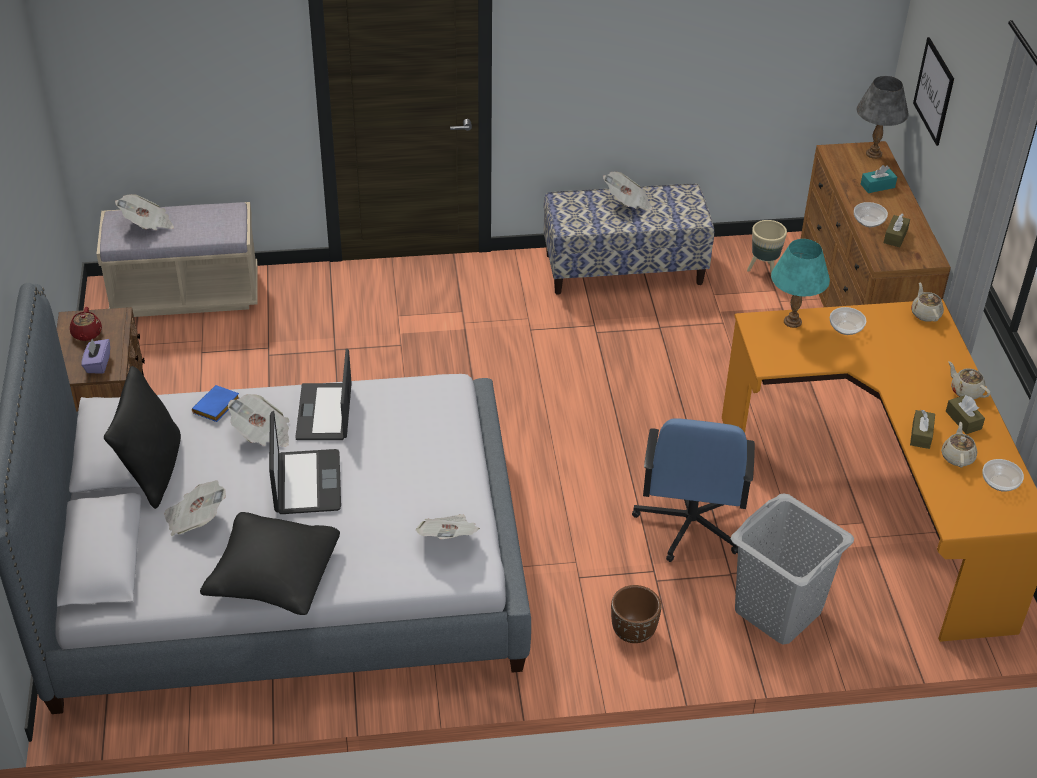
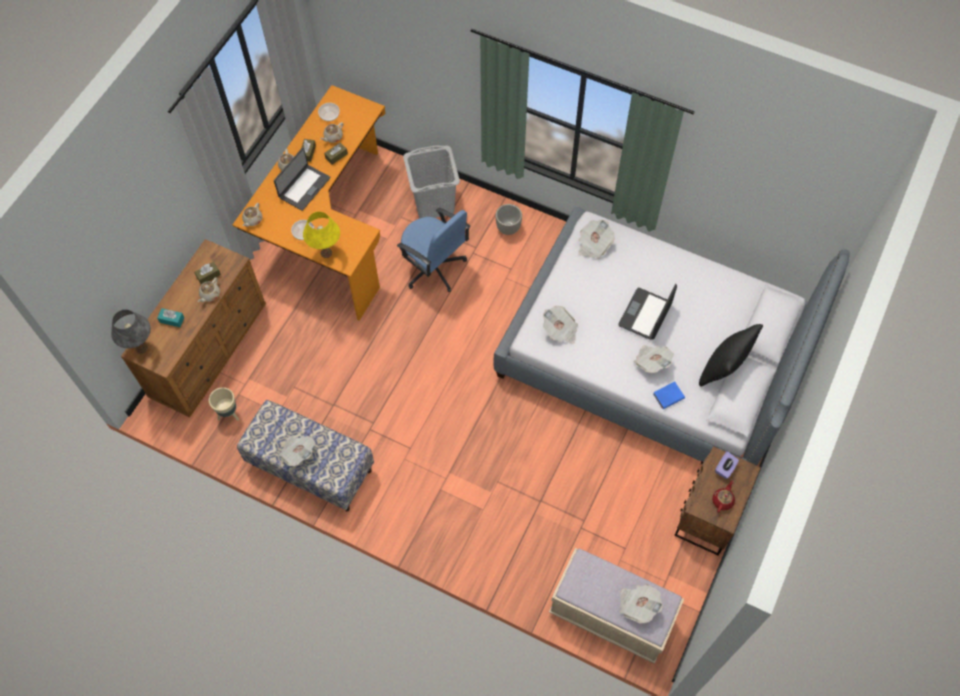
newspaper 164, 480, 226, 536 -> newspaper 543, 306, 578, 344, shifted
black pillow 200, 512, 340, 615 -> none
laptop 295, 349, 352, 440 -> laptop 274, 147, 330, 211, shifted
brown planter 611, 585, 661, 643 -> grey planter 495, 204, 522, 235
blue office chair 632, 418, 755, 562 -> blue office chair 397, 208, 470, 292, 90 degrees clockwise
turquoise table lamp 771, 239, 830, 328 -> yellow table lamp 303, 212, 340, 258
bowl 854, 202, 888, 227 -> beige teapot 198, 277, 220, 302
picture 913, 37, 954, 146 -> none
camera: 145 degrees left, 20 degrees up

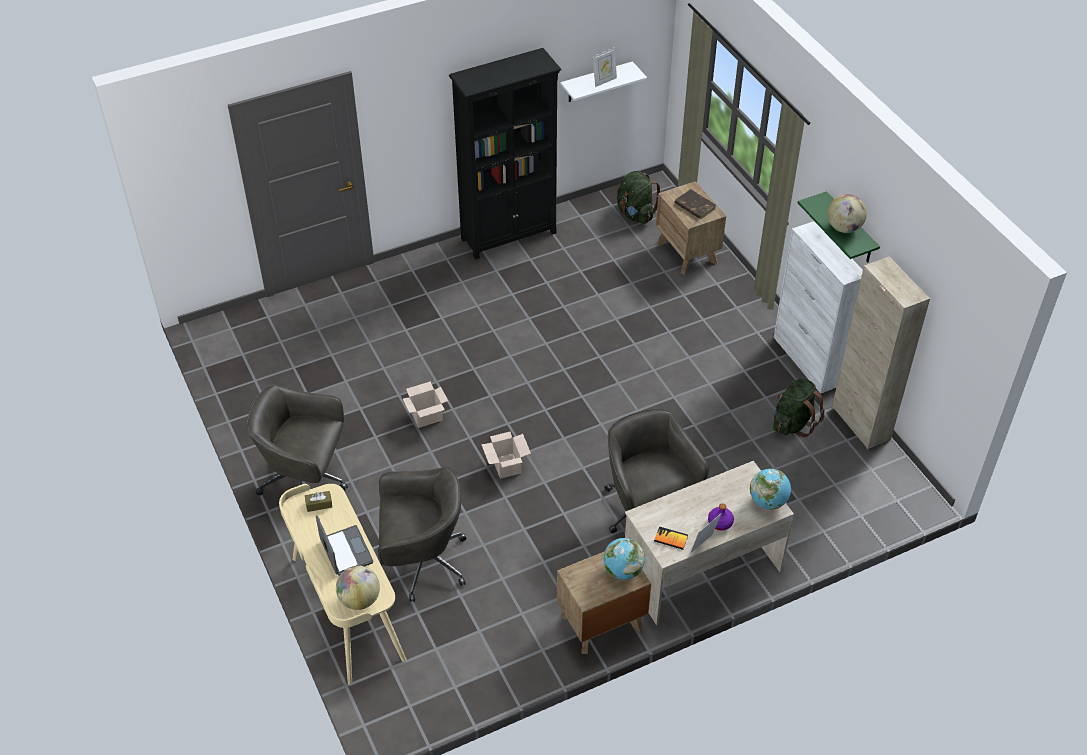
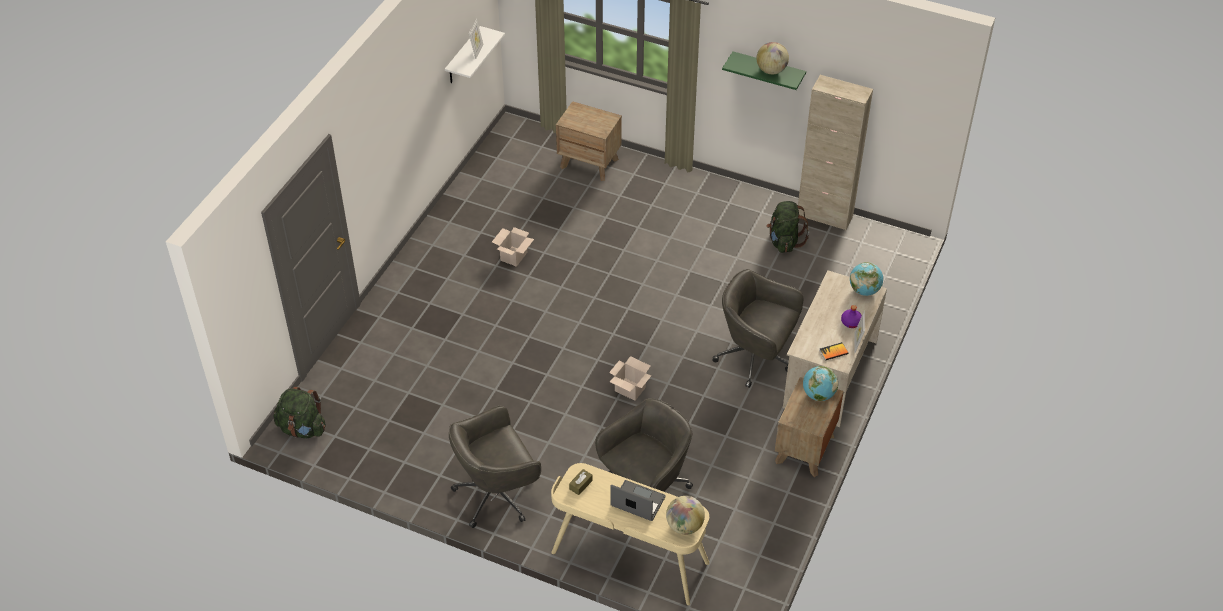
cardboard box 403, 381, 448, 428 -> cardboard box 492, 227, 534, 267, shifted
black bookcase 449, 48, 561, 260 -> none
green backpack 617, 171, 661, 224 -> green backpack 273, 387, 326, 438, shifted
brown book 674, 189, 716, 219 -> none
white cabinet 773, 221, 863, 394 -> none
camera: 40 degrees left, 0 degrees up

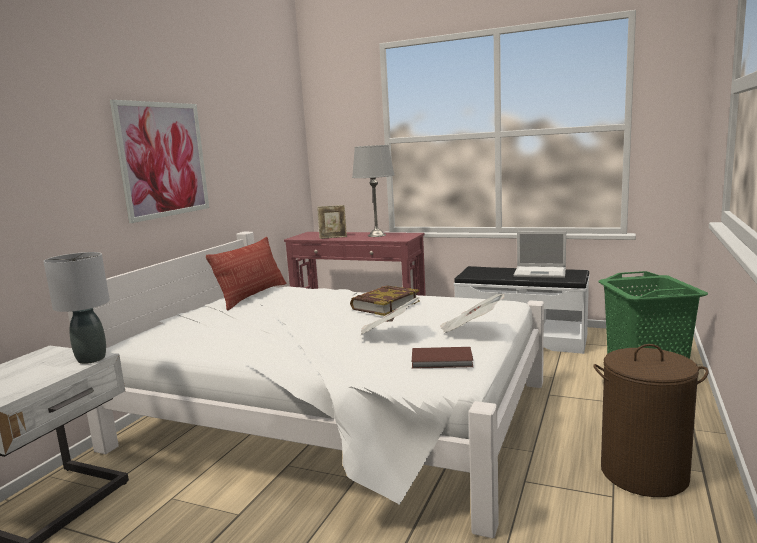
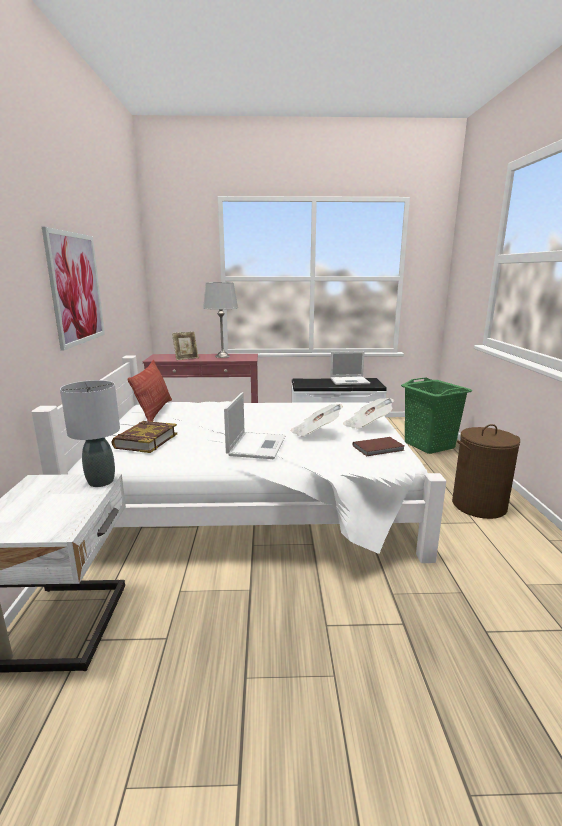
book 350, 285, 420, 316 -> book 111, 421, 177, 453, shifted
none -> laptop 224, 392, 285, 459
camera: 25 degrees left, 5 degrees up

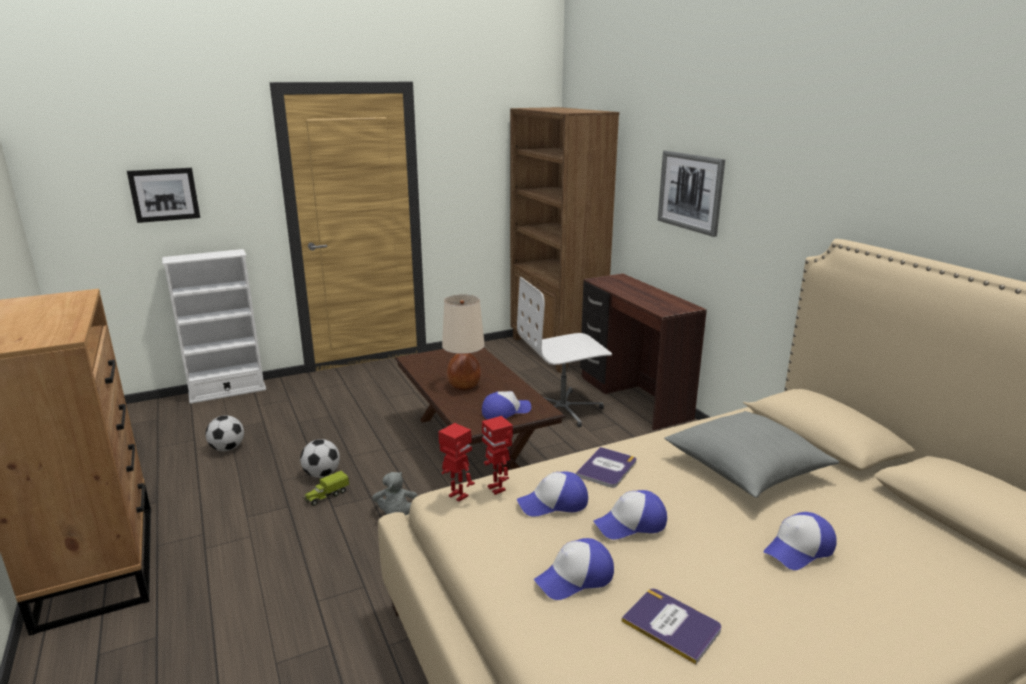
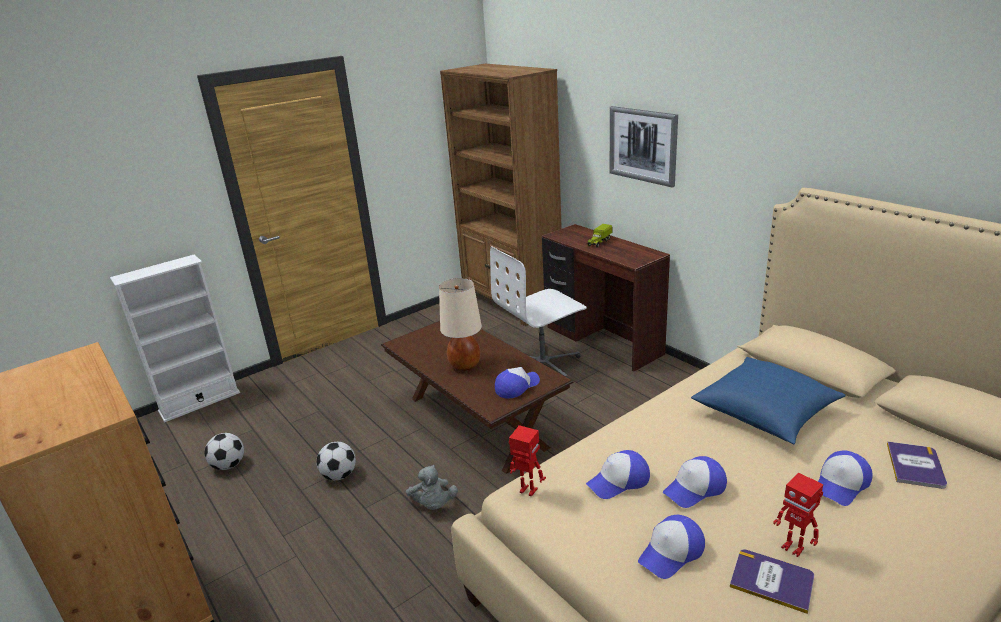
picture 127, 168, 200, 223 -> none
toy truck 302, 471, 349, 506 -> toy truck 587, 224, 612, 248, shifted
toy robot 482, 416, 513, 495 -> toy robot 773, 473, 823, 557, shifted
book 576, 447, 636, 488 -> book 887, 442, 947, 489, shifted
grey pillow 664, 411, 839, 498 -> blue pillow 691, 357, 846, 444
camera: 10 degrees left, 5 degrees up

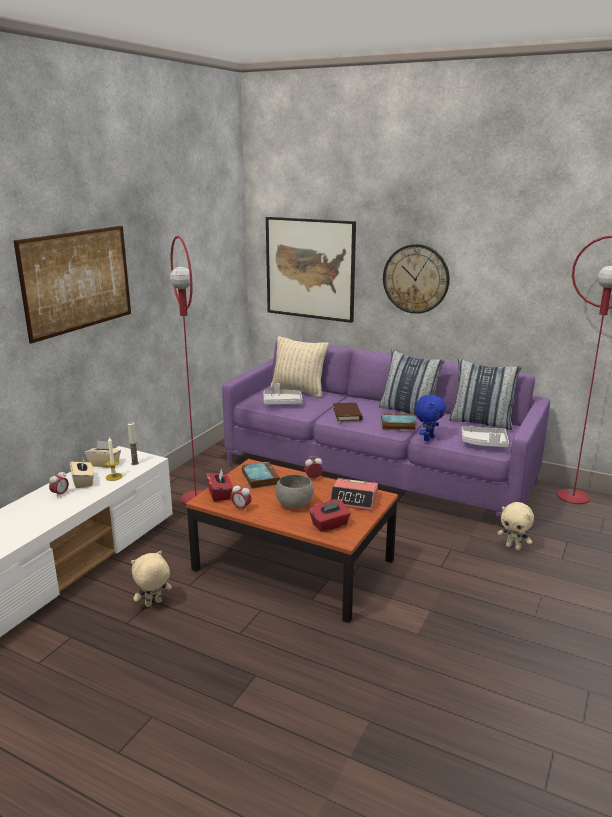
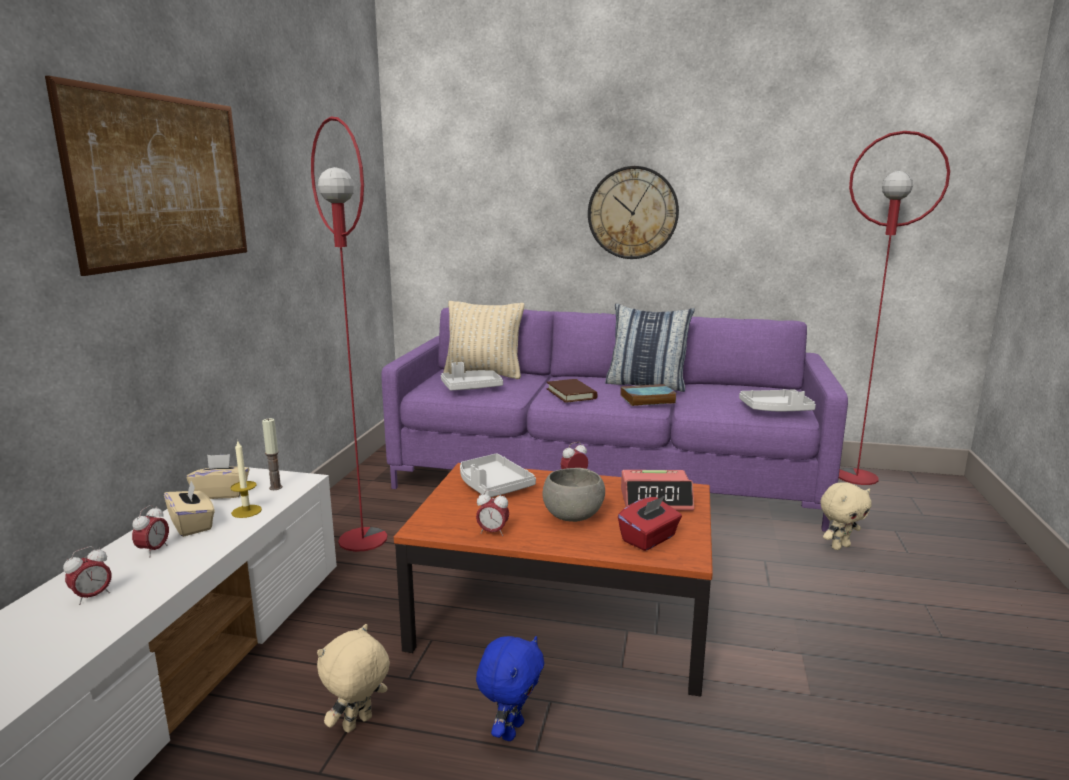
red tissue box 206, 468, 232, 501 -> none
book 242, 461, 280, 489 -> grey tray 460, 453, 536, 497
picture 266, 217, 356, 323 -> none
blue plush toy 415, 394, 446, 441 -> blue plush toy 476, 636, 544, 741, shifted
pillow 449, 358, 522, 430 -> none
beige plush toy 497, 502, 534, 550 -> beige plush toy 820, 483, 871, 550, 45 degrees counterclockwise
none -> alarm clock 63, 546, 112, 605
camera: 15 degrees left, 5 degrees down

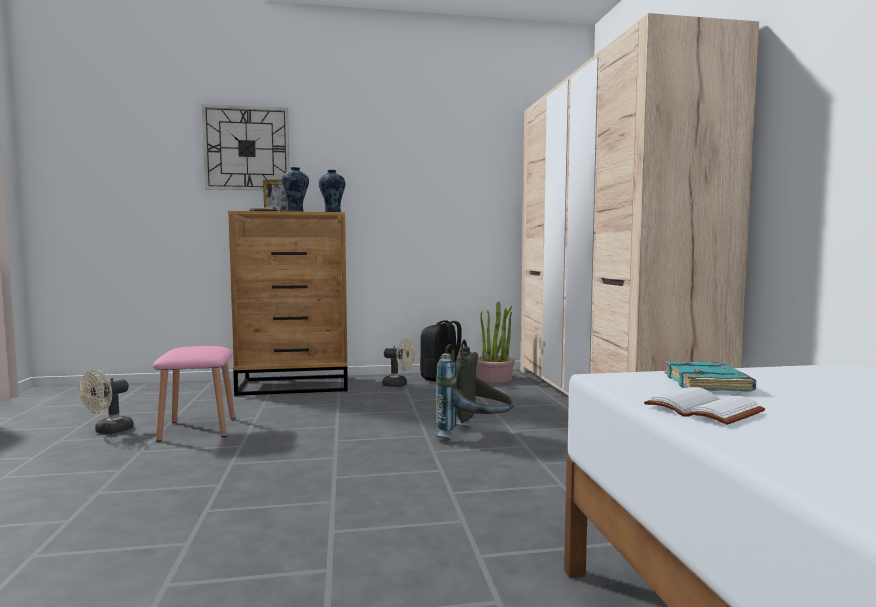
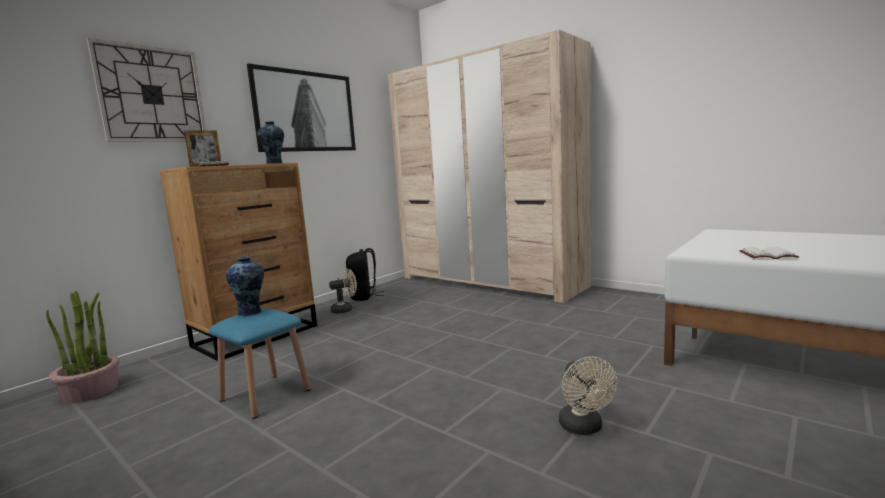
beige fan 80, 370, 134, 434 -> beige fan 559, 357, 617, 435, shifted
pink stool 153, 346, 235, 442 -> blue stool 209, 308, 311, 419
vase 281, 167, 309, 212 -> vase 226, 256, 264, 316, shifted
grey backpack 435, 340, 514, 440 -> none
potted plant 476, 302, 515, 383 -> potted plant 46, 291, 119, 403, shifted
turquoise book 665, 361, 756, 392 -> none
none -> picture 247, 63, 356, 152
camera: 40 degrees left, 5 degrees up

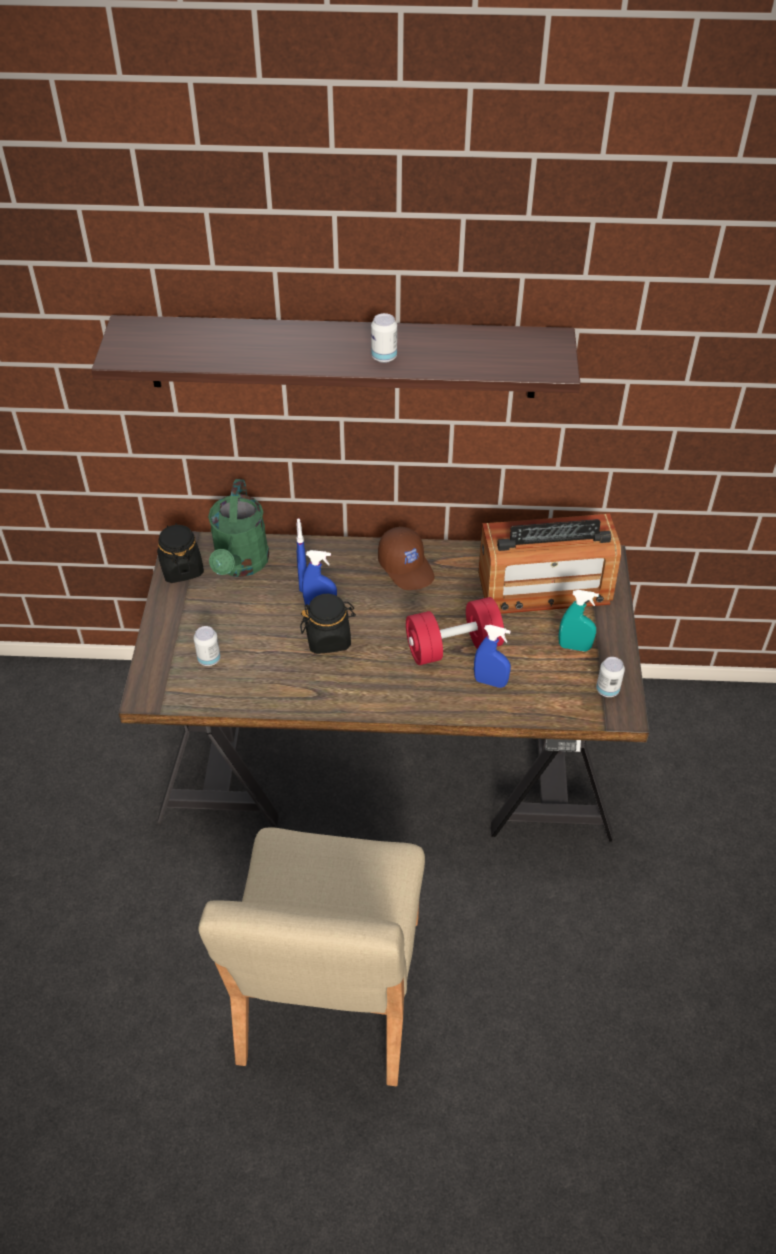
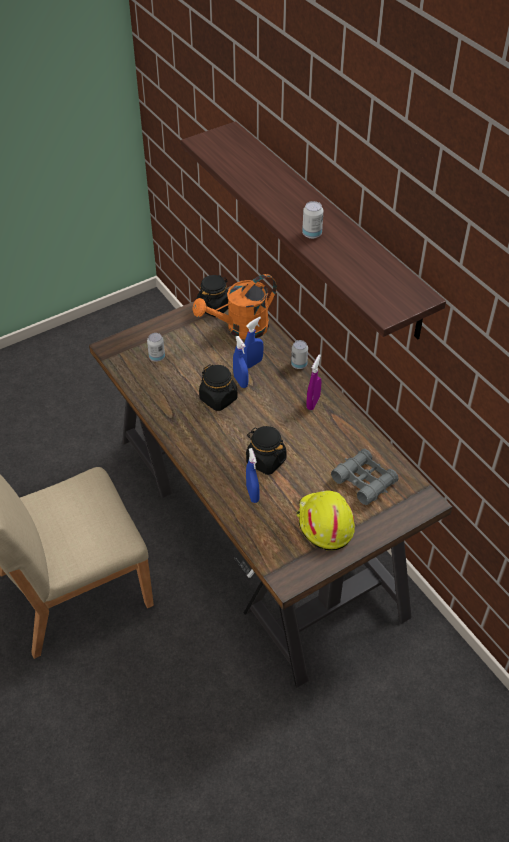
green watering can 208, 479, 269, 577 -> orange watering can 192, 274, 277, 339
brown cap 378, 527, 435, 590 -> purple spray bottle 306, 354, 321, 410
red dumbbell 406, 597, 504, 665 -> black jar 246, 426, 287, 475
radio 478, 514, 621, 614 -> grey binoculars 331, 449, 399, 505
turquoise spray bottle 558, 590, 599, 652 -> yellow hard hat 296, 491, 355, 550
can 596, 657, 625, 697 -> can 291, 340, 308, 369, shifted
camera: 55 degrees right, 0 degrees up

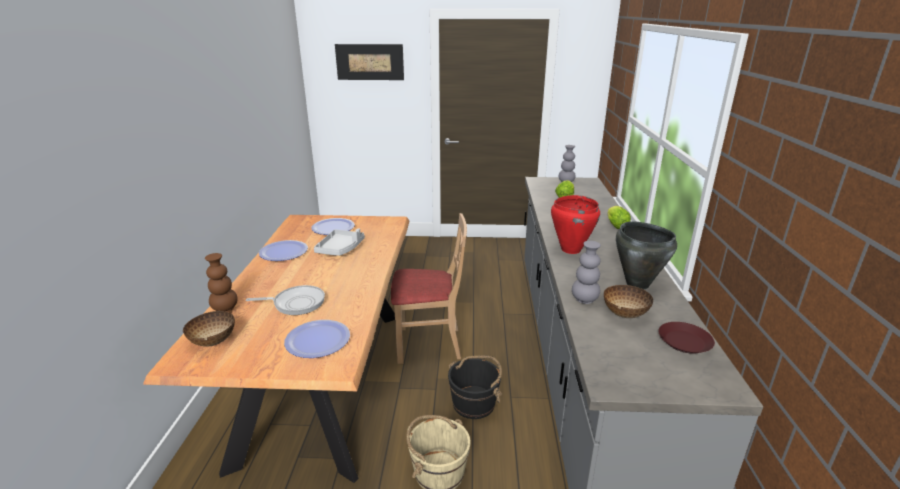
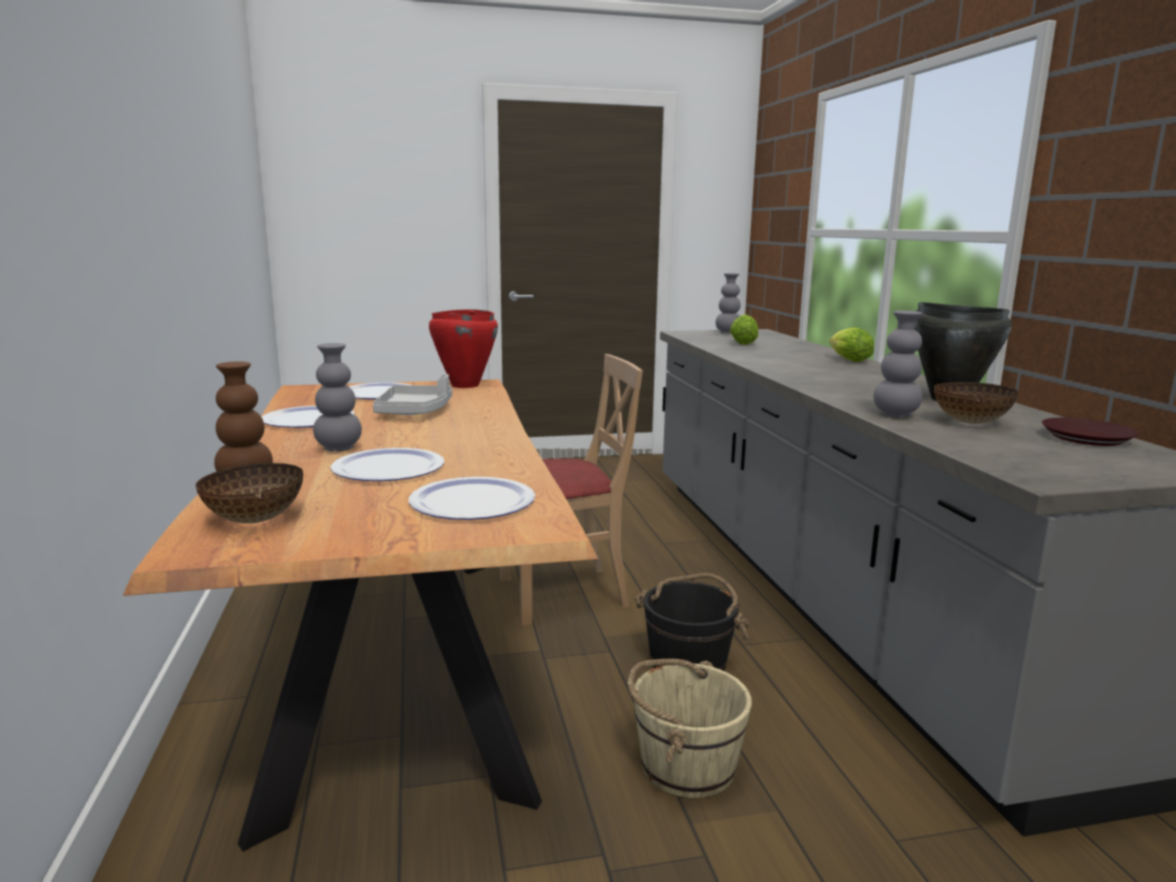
frying pan 246, 285, 325, 315 -> plate 330, 448, 445, 481
picture 335, 44, 404, 80 -> none
red cooking pot 551, 195, 600, 254 -> red cooking pot 429, 309, 498, 388, shifted
none -> grey vase 313, 343, 362, 451
camera: 15 degrees left, 10 degrees down

